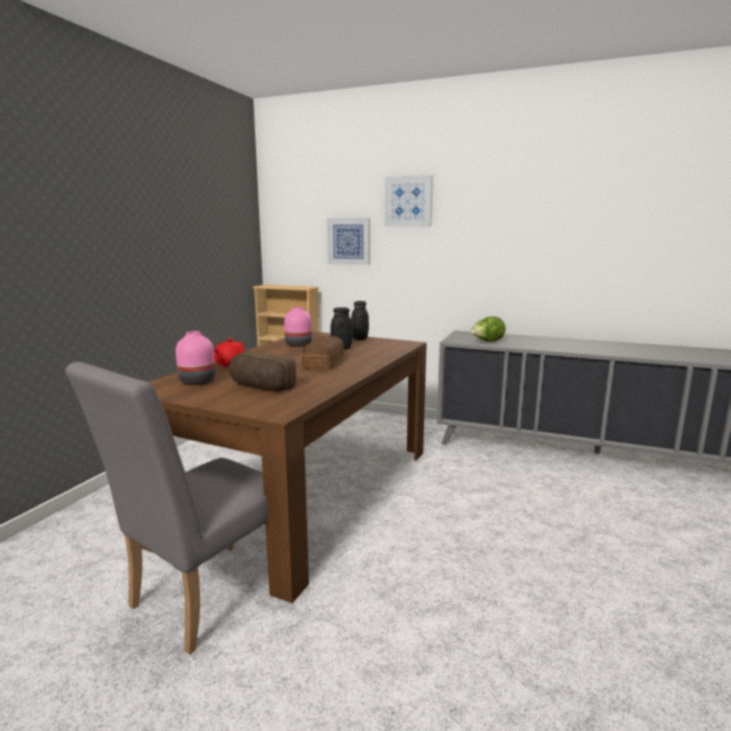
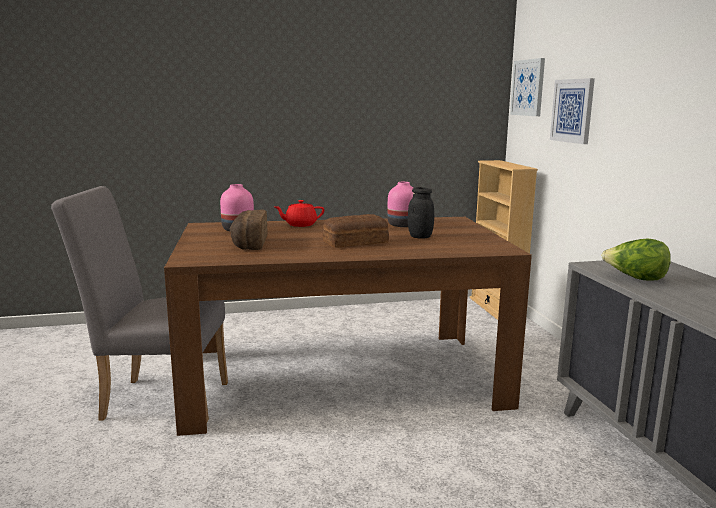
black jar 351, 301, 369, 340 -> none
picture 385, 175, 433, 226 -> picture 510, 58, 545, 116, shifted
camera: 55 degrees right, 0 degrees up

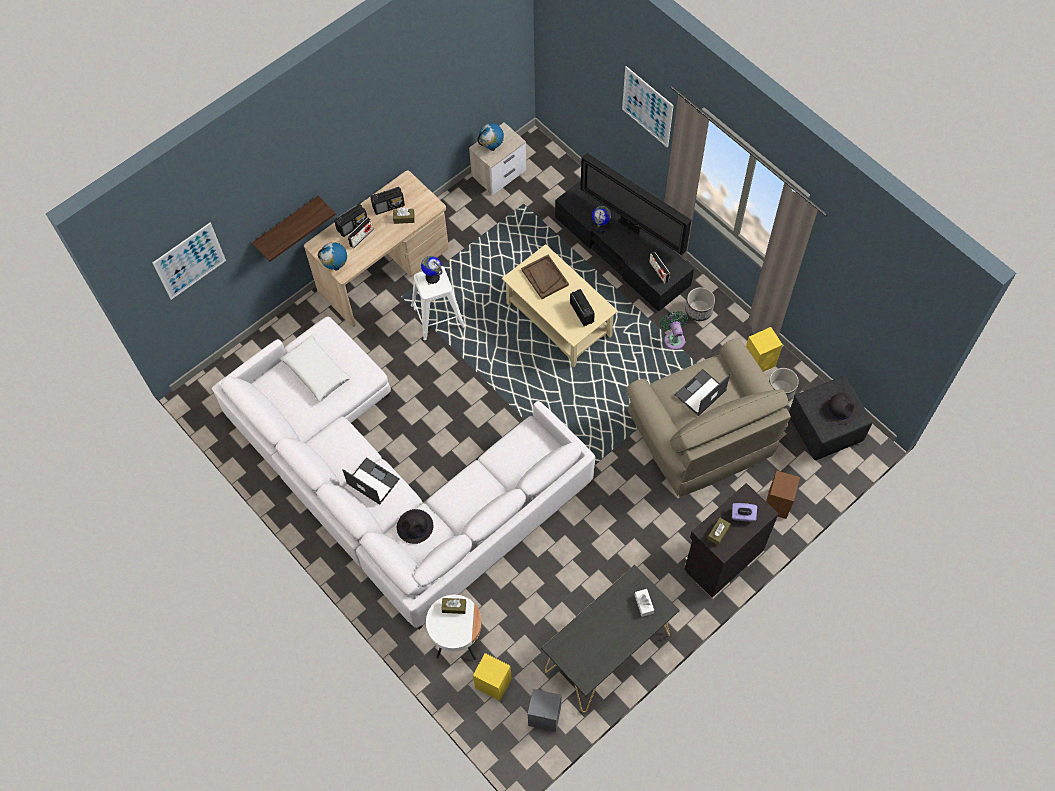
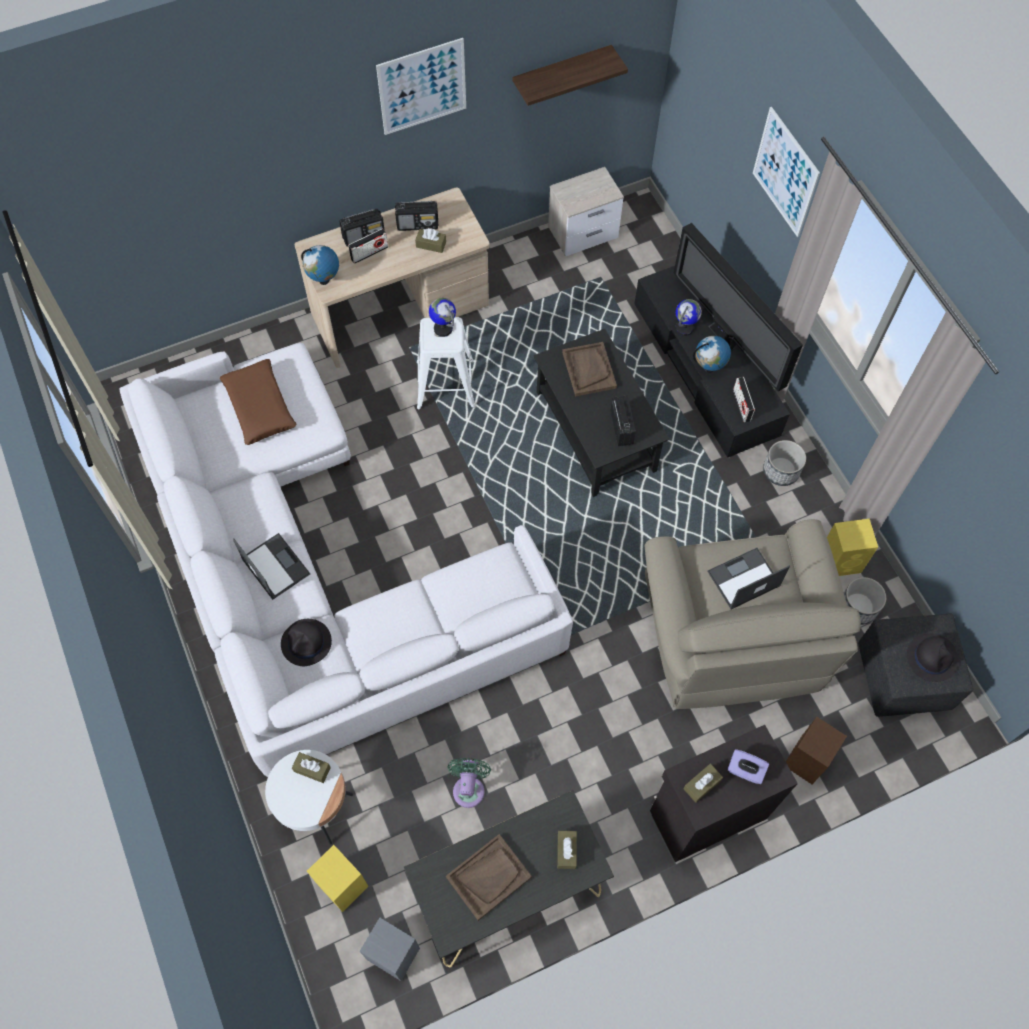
picture 153, 223, 226, 300 -> picture 376, 38, 466, 135, shifted
shelf 252, 196, 336, 262 -> shelf 512, 45, 628, 106, shifted
white pillow 281, 335, 350, 402 -> brown pillow 220, 359, 296, 445
globe 478, 123, 504, 151 -> globe 693, 336, 731, 373, shifted
beige coffee table 502, 244, 618, 368 -> black coffee table 533, 329, 670, 497
white tissue box 635, 589, 654, 617 -> brown tissue box 557, 831, 577, 869
green fan 660, 311, 688, 350 -> green fan 447, 758, 491, 808, shifted
none -> brown tray 446, 834, 532, 921
camera: 15 degrees right, 0 degrees up

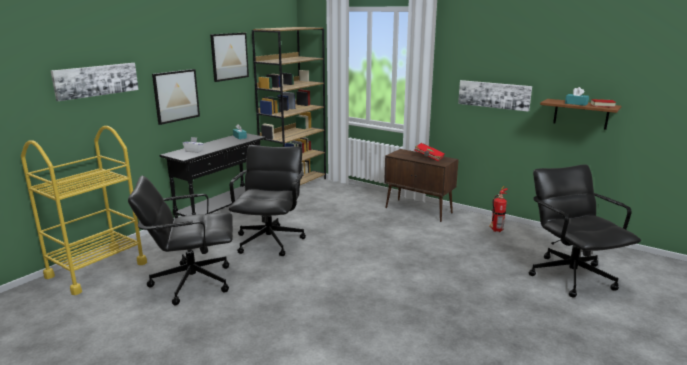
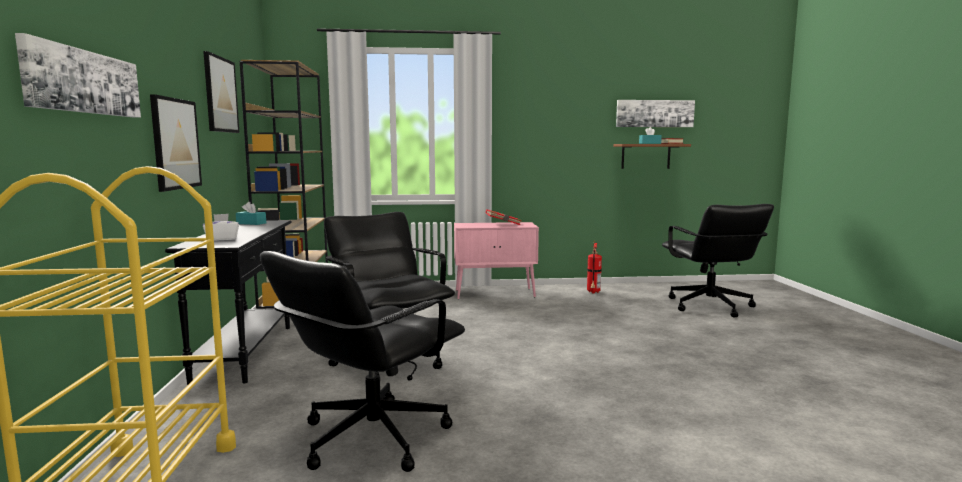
brown cabinet 384, 149, 459, 222 -> pink cabinet 454, 222, 539, 299
picture 458, 80, 532, 112 -> picture 616, 100, 695, 127, shifted
black office chair 529, 164, 641, 298 -> black office chair 662, 204, 774, 317, 135 degrees counterclockwise
camera: 40 degrees left, 10 degrees down

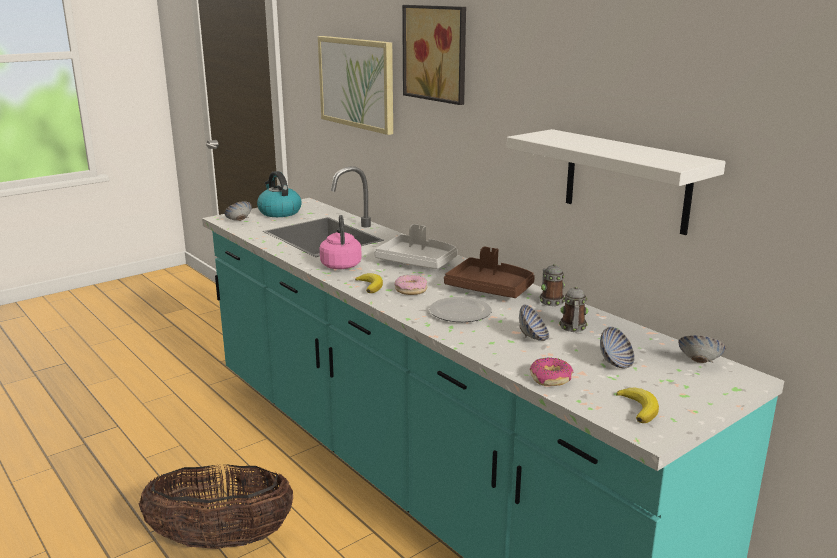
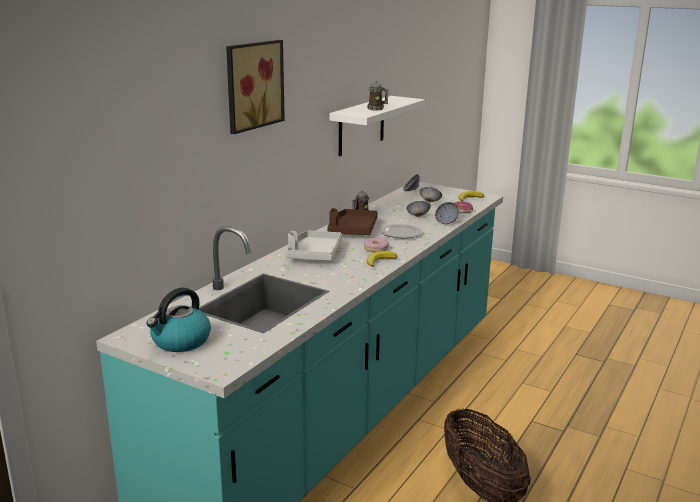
bowl 224, 201, 252, 221 -> bowl 435, 202, 459, 224, shifted
picture 318, 36, 393, 135 -> none
pink kettle 320, 215, 362, 269 -> none
mug 559, 287, 588, 332 -> mug 367, 81, 389, 110, shifted
camera: 110 degrees left, 0 degrees up

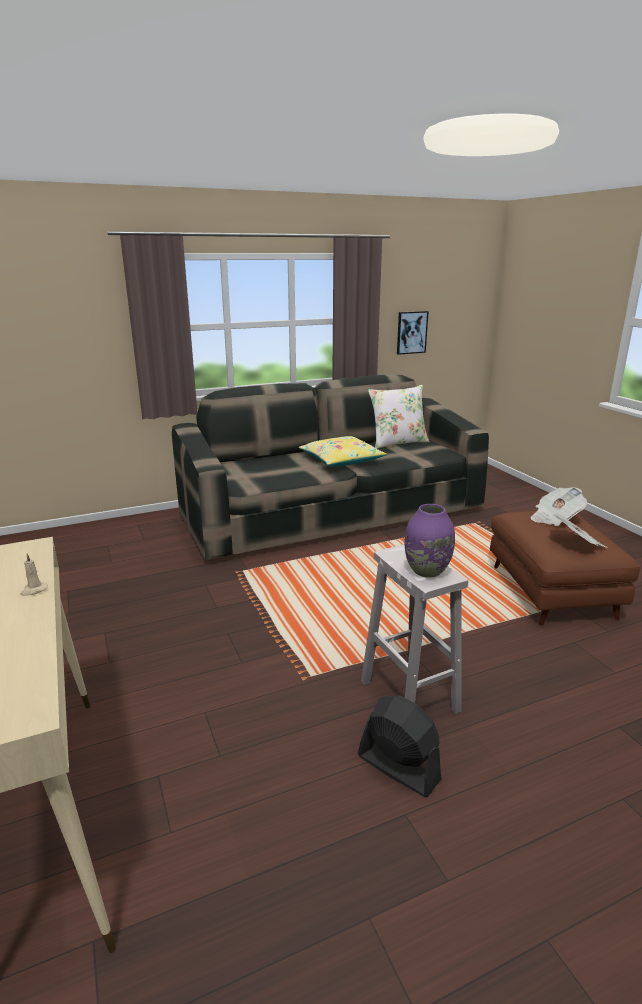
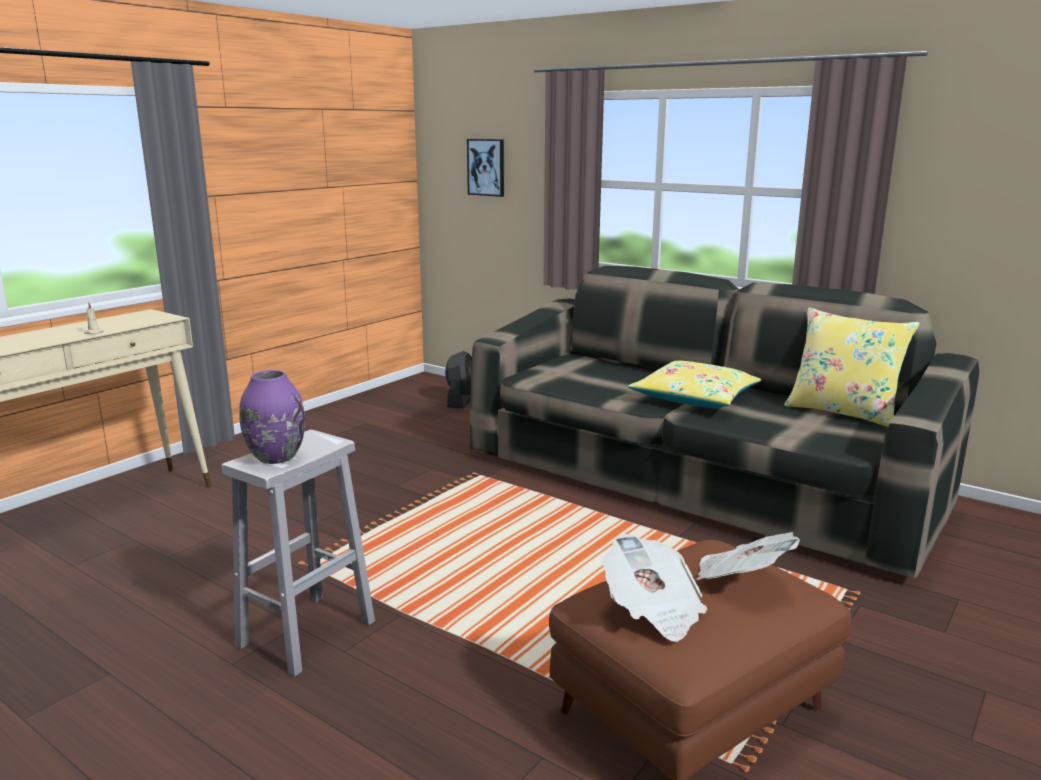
black fan 358, 695, 441, 797 -> black fan 445, 351, 472, 409, shifted
white pillow 368, 385, 429, 449 -> yellow pillow 784, 307, 920, 427
picture 397, 311, 429, 355 -> picture 467, 139, 504, 197, shifted
camera: 60 degrees right, 5 degrees down

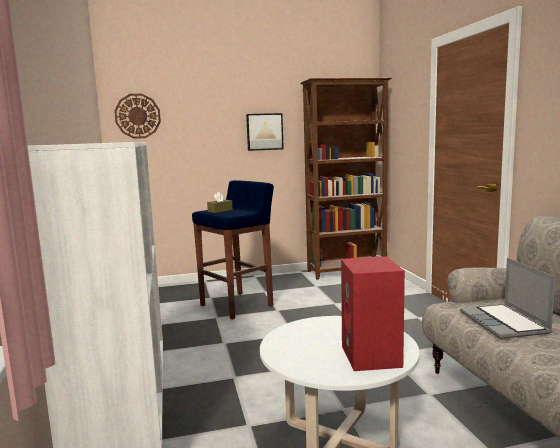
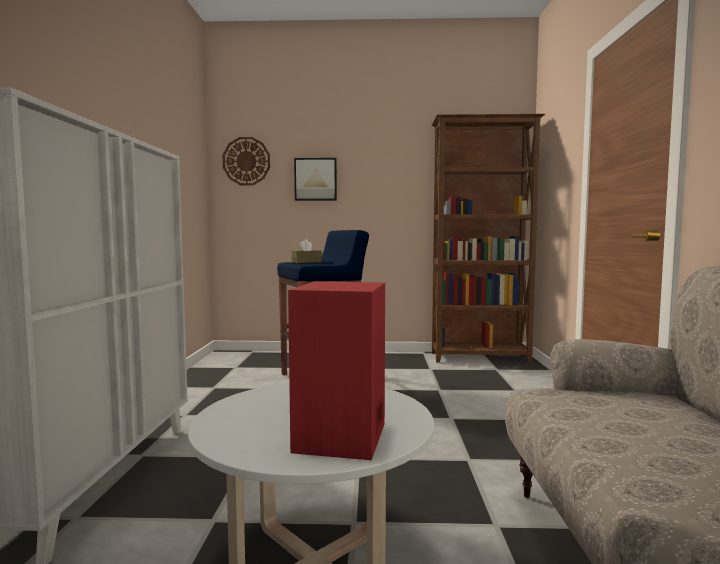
picture 246, 113, 284, 151 -> picture 294, 158, 337, 201, shifted
laptop 460, 258, 556, 339 -> none
camera: 15 degrees right, 5 degrees down

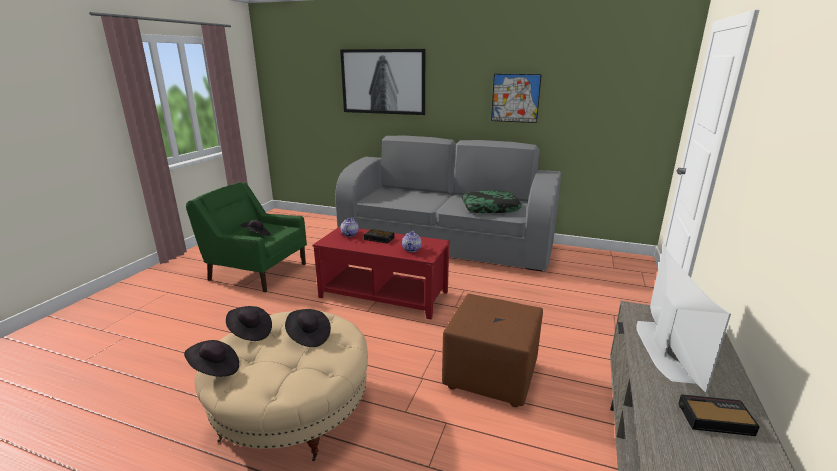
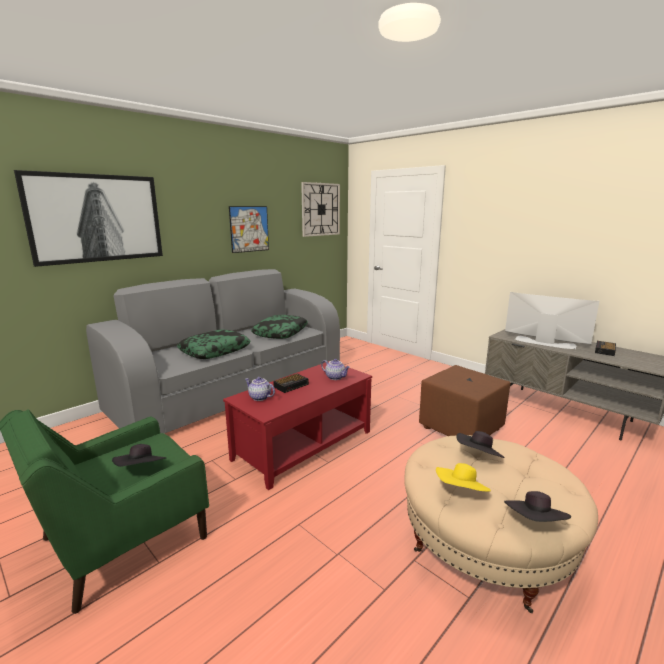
black hat 226, 306, 272, 341 -> yellow hat 436, 463, 491, 492
none -> pillow 177, 330, 251, 359
none -> wall clock 301, 182, 340, 237
camera: 65 degrees left, 5 degrees down

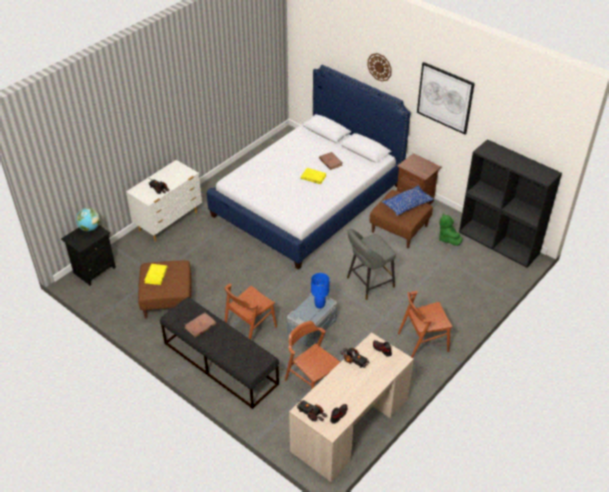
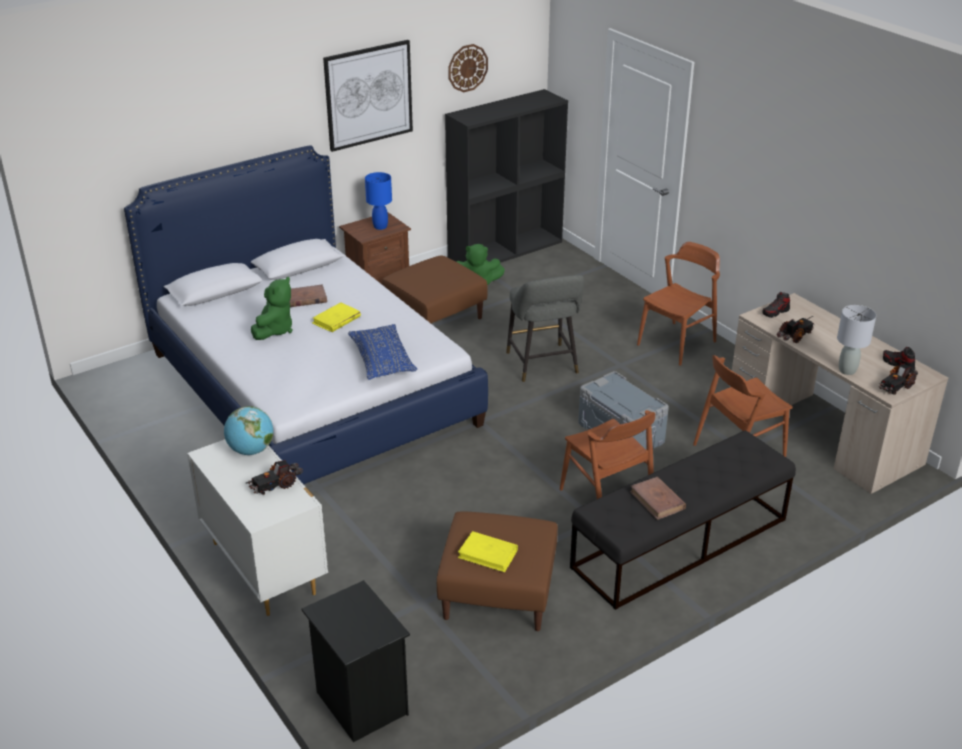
globe 76, 208, 100, 231 -> globe 224, 406, 273, 455, shifted
blue table lamp 311, 273, 330, 309 -> blue table lamp 365, 172, 392, 230, shifted
wall clock 367, 53, 392, 82 -> wall clock 448, 44, 488, 92, shifted
blue pillow 382, 185, 434, 216 -> blue pillow 348, 324, 417, 380, shifted
brown chair 398, 291, 452, 358 -> brown chair 637, 242, 720, 365, 135 degrees counterclockwise
none -> green plush toy 251, 277, 293, 340
none -> grey table lamp 837, 305, 876, 375
camera: 75 degrees left, 10 degrees down

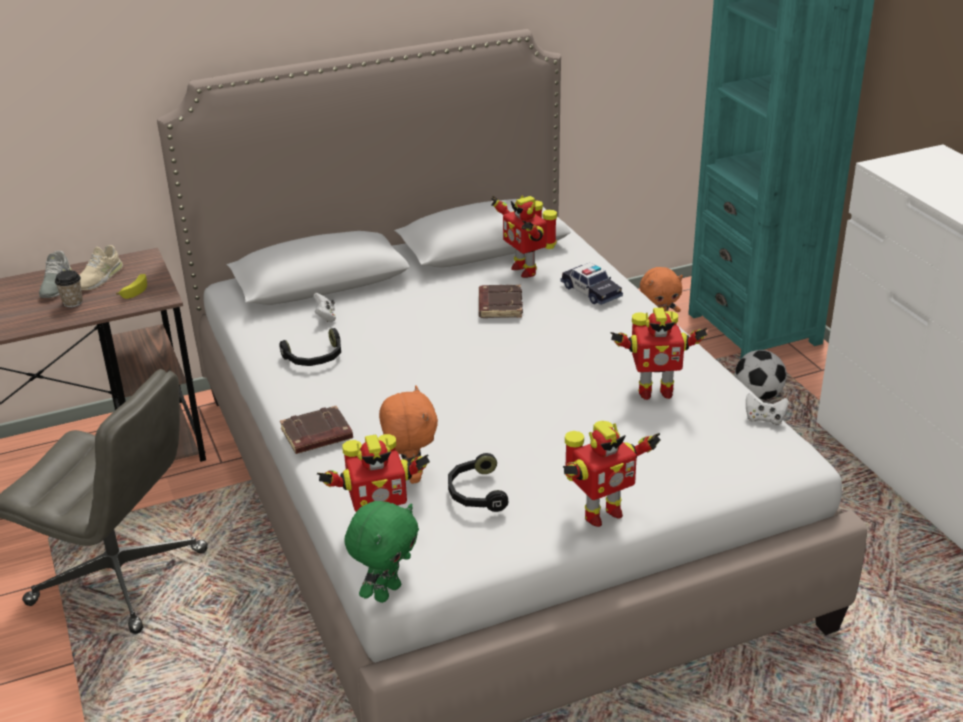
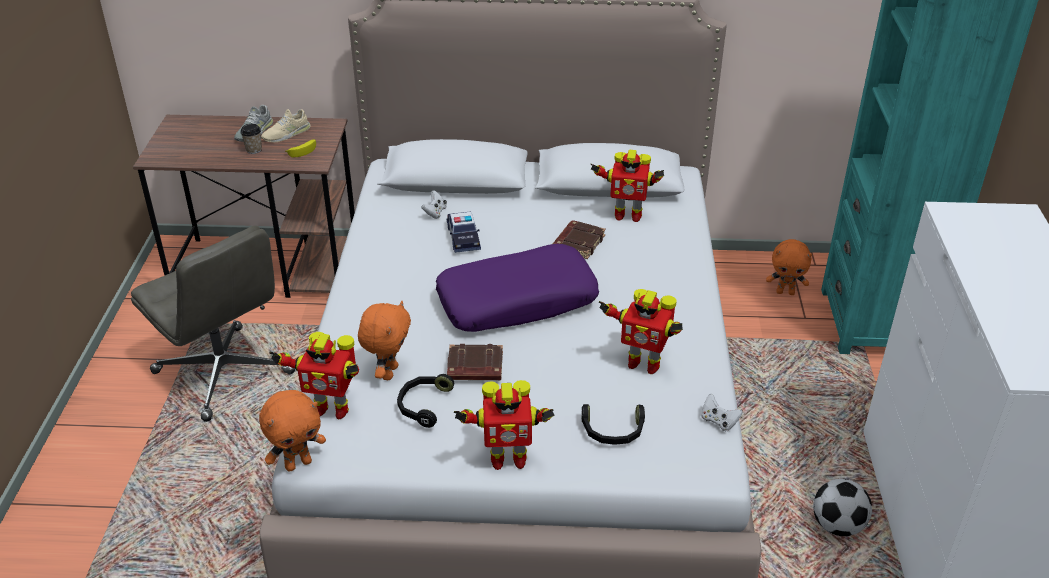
black headphones 279, 328, 341, 366 -> black headphones 581, 404, 645, 445, shifted
brown book 280, 406, 353, 454 -> brown book 447, 344, 503, 380, shifted
green plush toy 344, 501, 419, 603 -> orange plush toy 259, 390, 326, 472
toy robot 491, 195, 557, 278 -> toy robot 590, 150, 664, 222, 75 degrees counterclockwise
toy car 561, 262, 623, 305 -> toy car 447, 212, 481, 253, shifted
football 735, 350, 787, 401 -> football 813, 479, 872, 536, shifted
none -> purple pillow 436, 244, 599, 332
camera: 25 degrees right, 5 degrees up

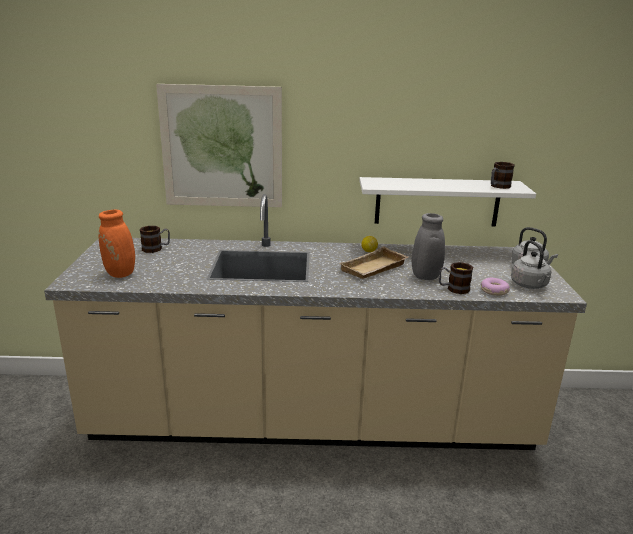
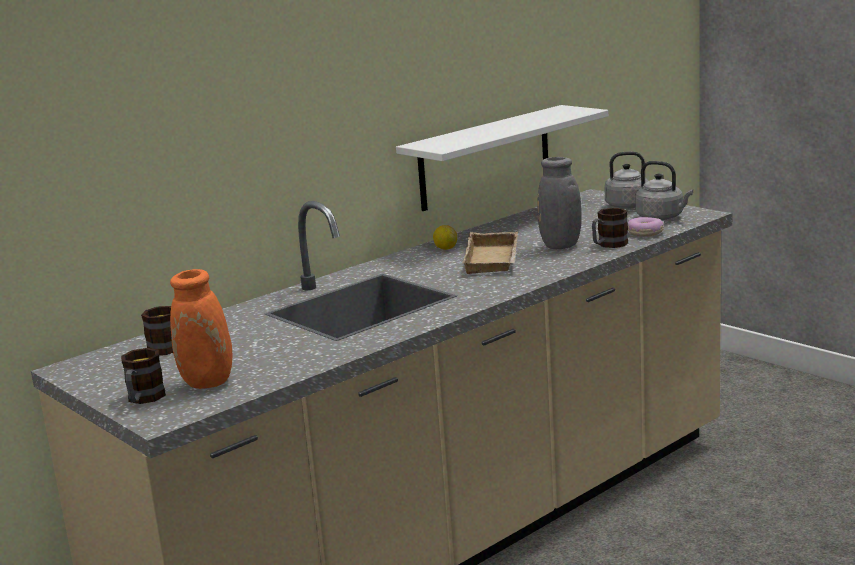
picture 156, 84, 282, 207 -> none
mug 491, 162, 515, 189 -> mug 121, 348, 166, 404, shifted
camera: 40 degrees left, 5 degrees down

